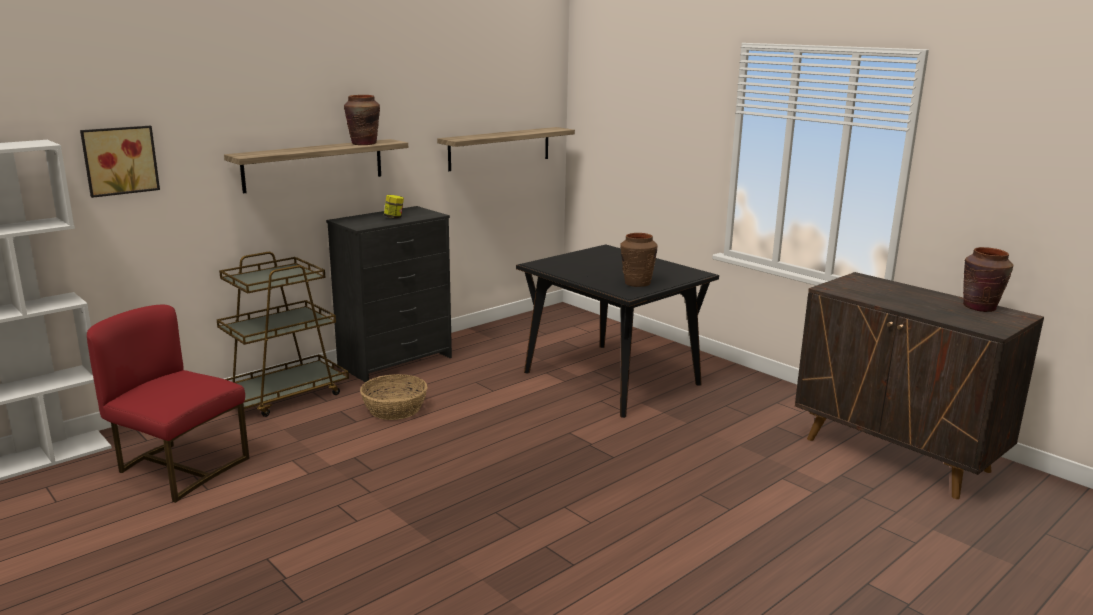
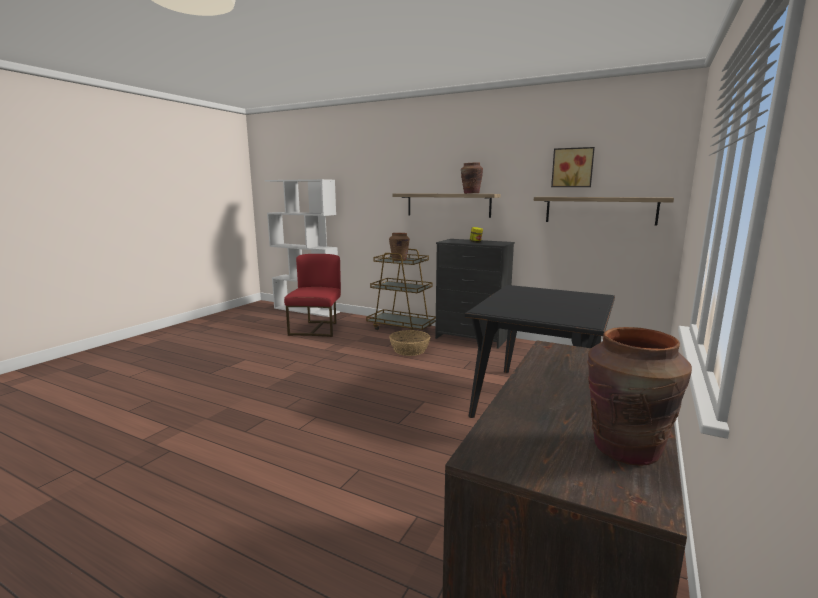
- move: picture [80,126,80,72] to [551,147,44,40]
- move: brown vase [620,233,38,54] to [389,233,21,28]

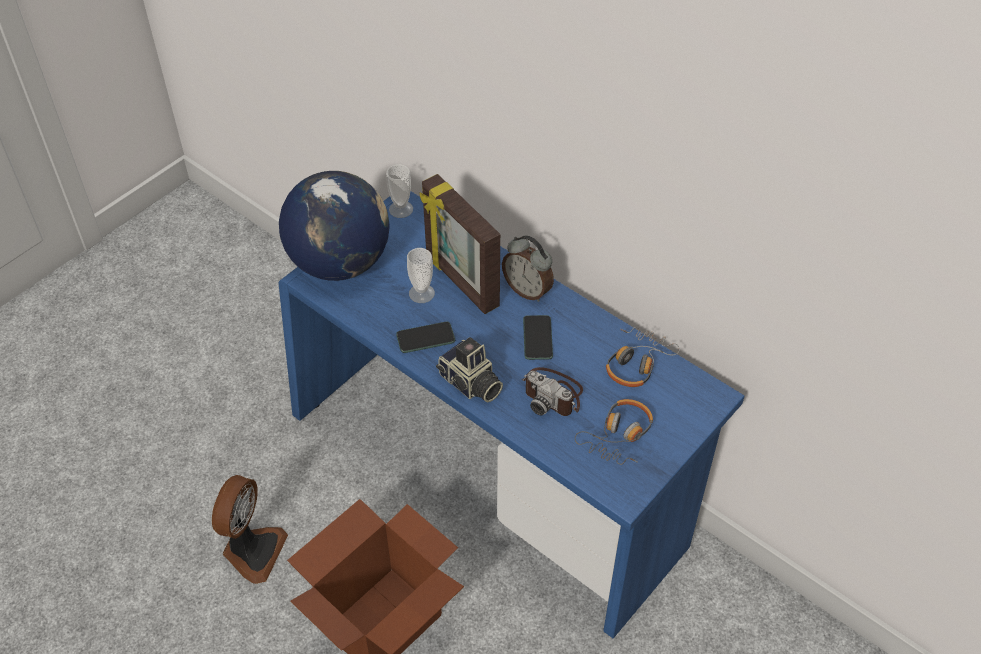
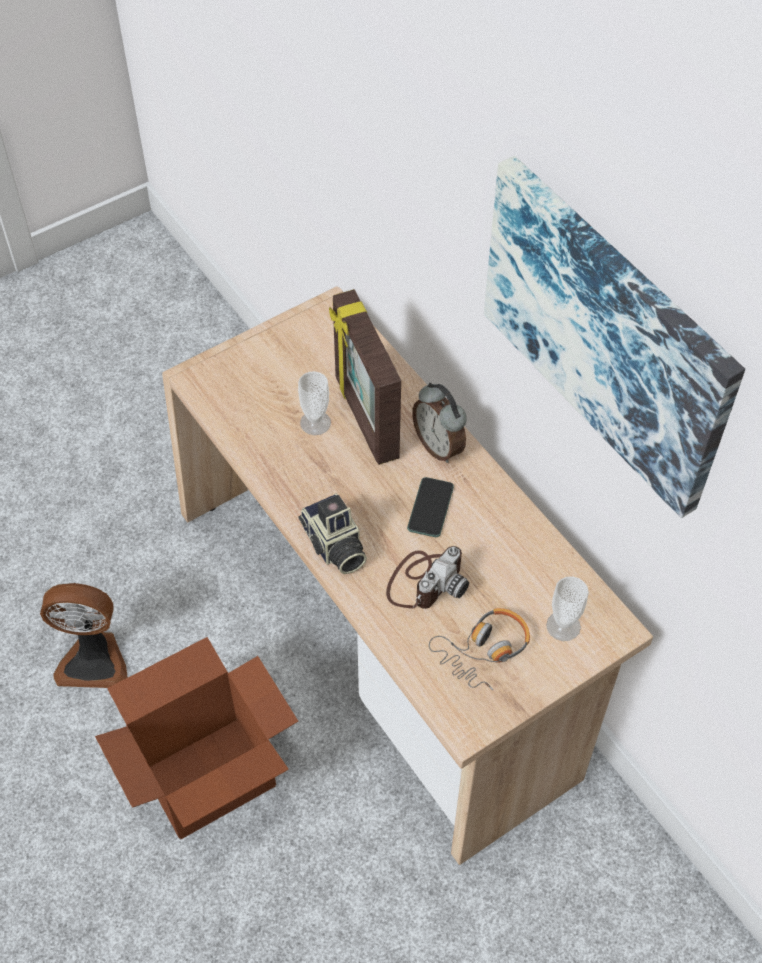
- delete: globe [279,171,110,110]
- delete: phone [396,321,59,32]
- delete: headphones [606,327,74,60]
- insert: picture [484,156,261,362]
- move: cup [386,164,27,54] to [546,576,43,65]
- recolor: blue desk [279,191,465,447] to beige desk [162,286,491,579]
- rotate: fan [212,475,76,109] = [40,583,88,105] 60 degrees clockwise
- rotate: photo camera [522,367,61,49] = [386,546,83,63] 105 degrees counterclockwise

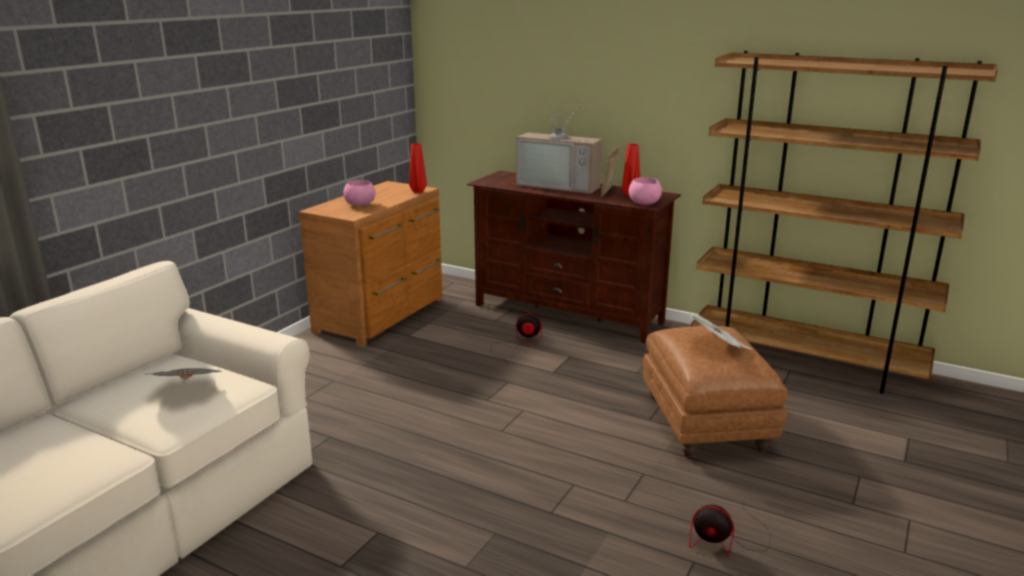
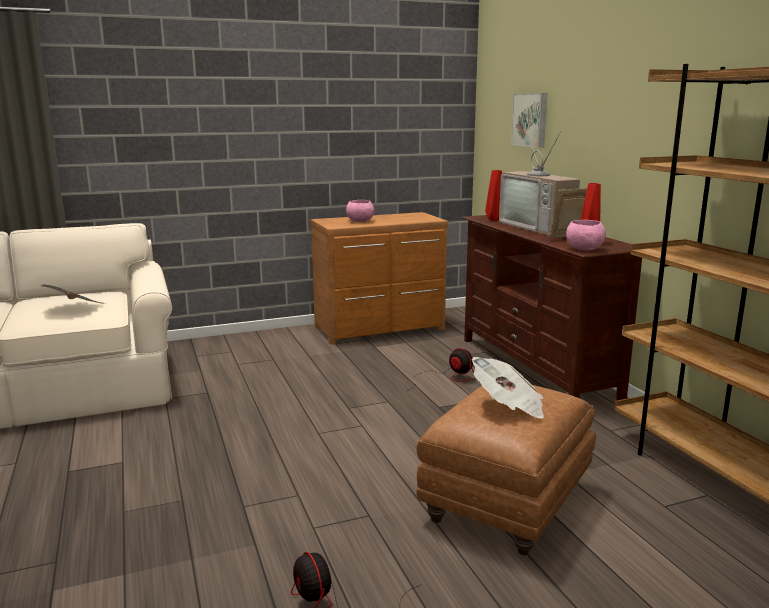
- insert: picture [511,93,36,55]
- move: red vase [409,143,18,50] to [485,170,17,51]

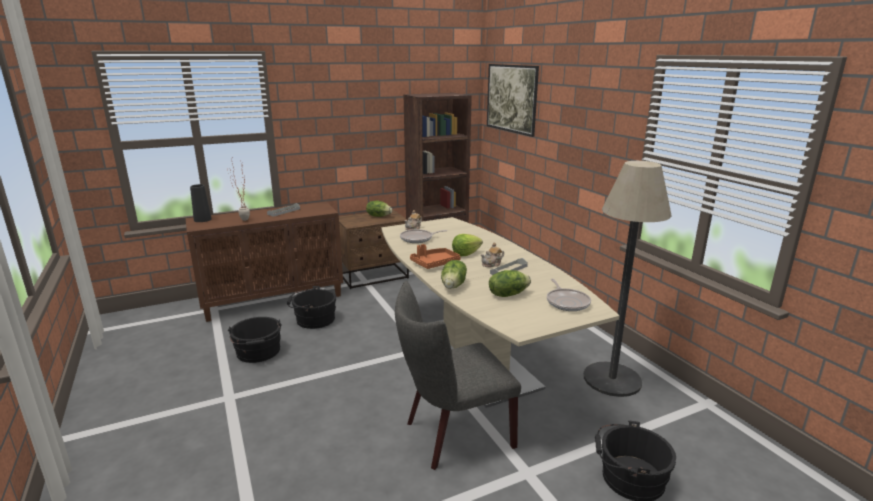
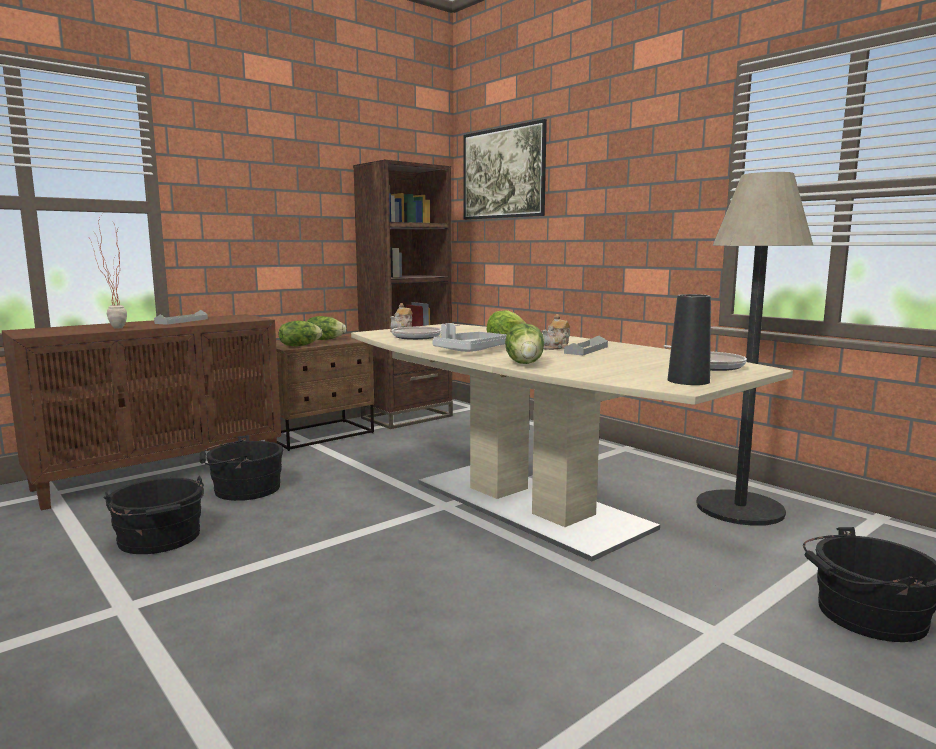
- delete: grey chair [395,281,126,189]
- move: black vase [190,184,22,38] to [668,294,43,91]
- move: lettuce [489,270,42,27] to [279,321,43,25]
- recolor: orange tray [410,244,51,25] to grey tray [432,323,75,29]

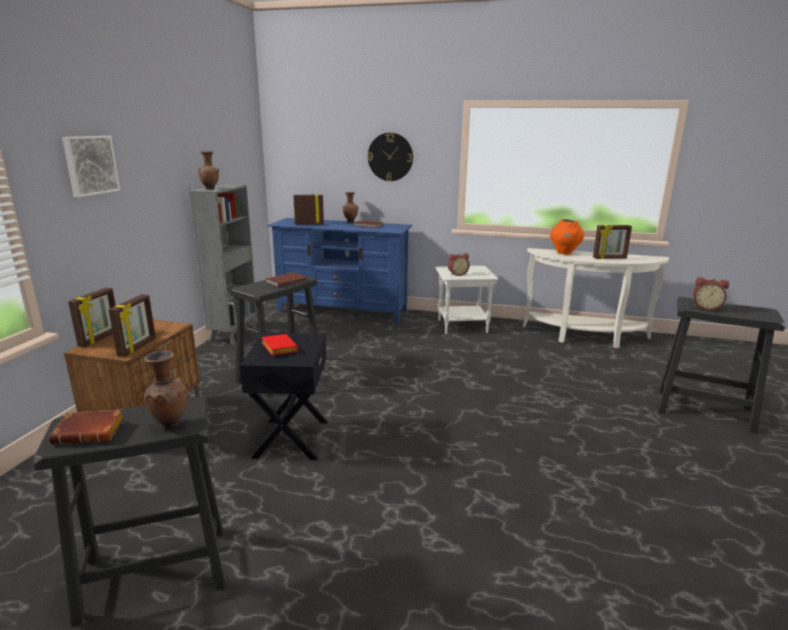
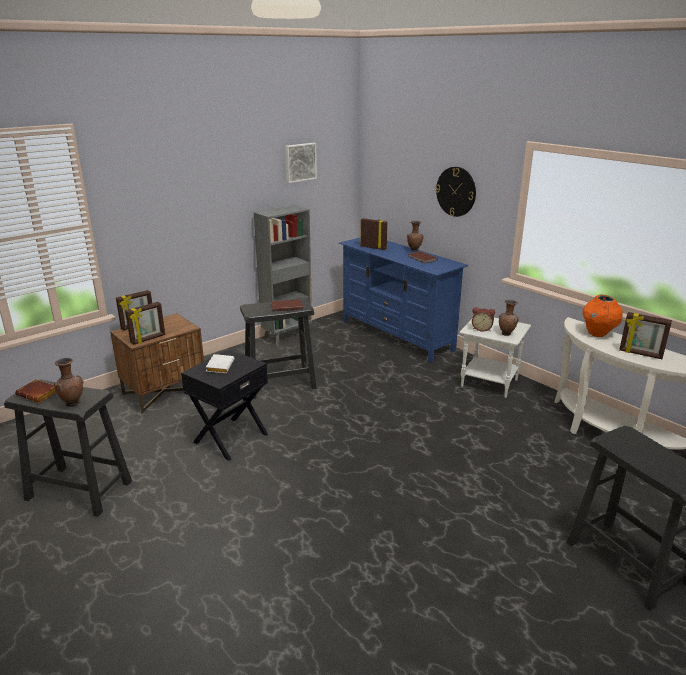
- delete: alarm clock [693,277,36,33]
- move: picture [62,136,58,61] to [285,143,32,40]
- move: brown vase [198,151,21,39] to [499,300,20,36]
- recolor: red book [261,334,38,21] to white book [206,354,28,19]

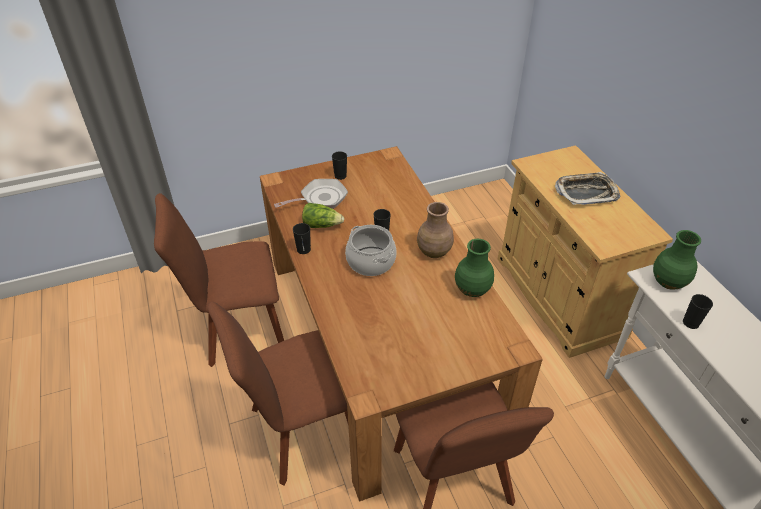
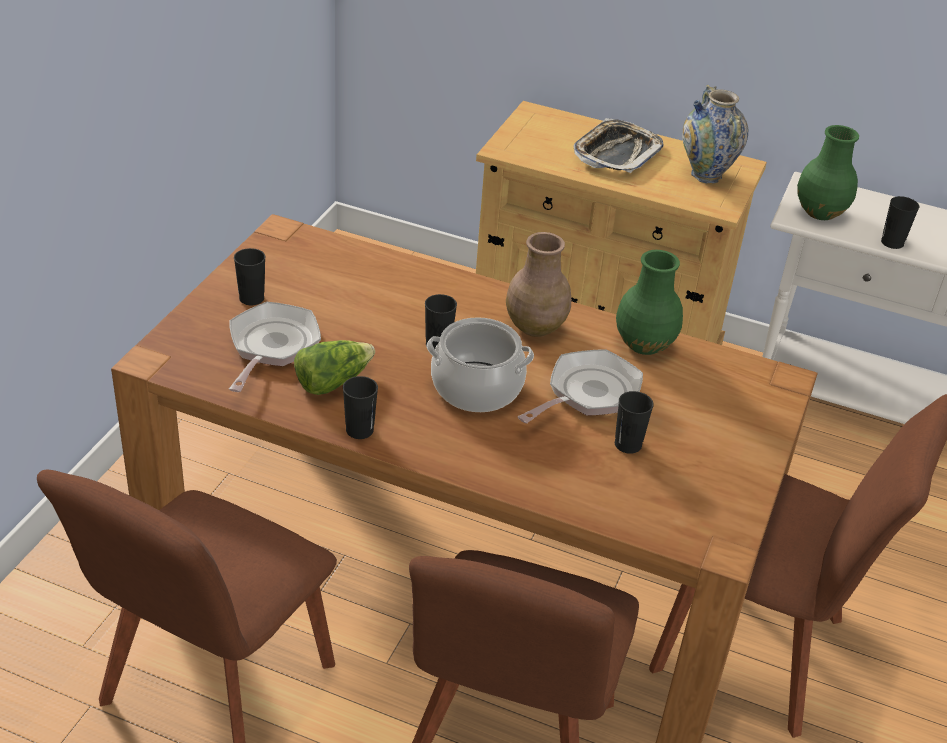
- insert: frying pan [518,349,125,74]
- insert: black cup [615,391,39,63]
- insert: vase [682,85,66,99]

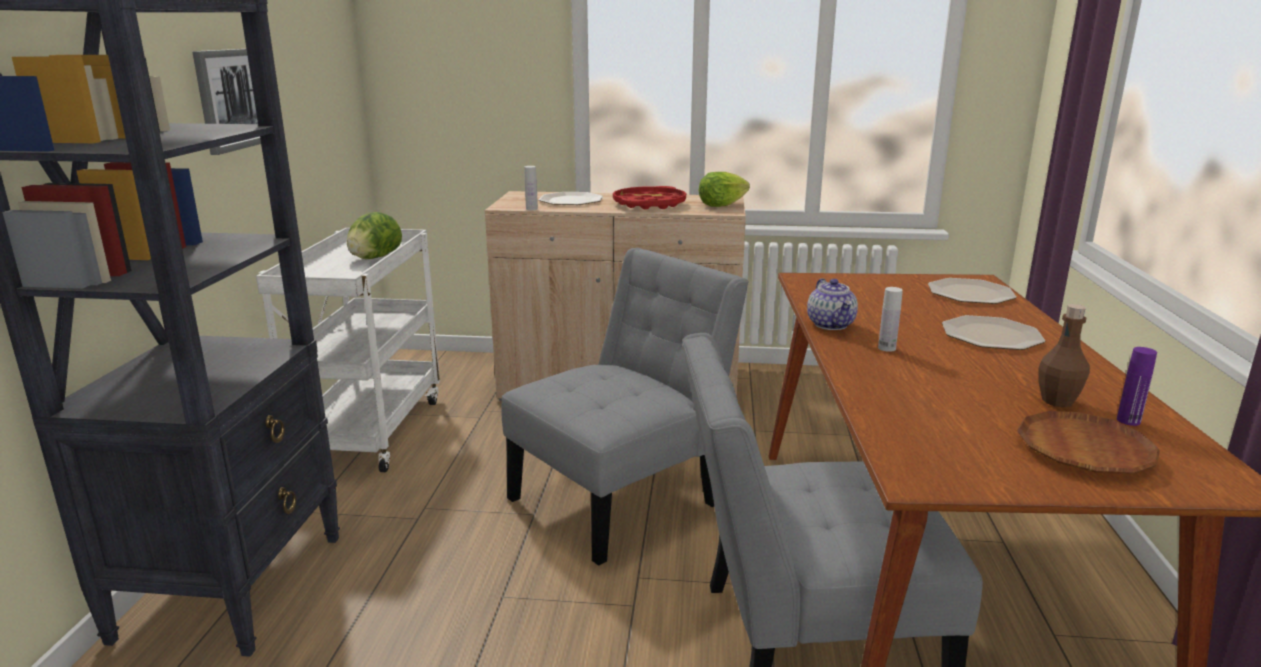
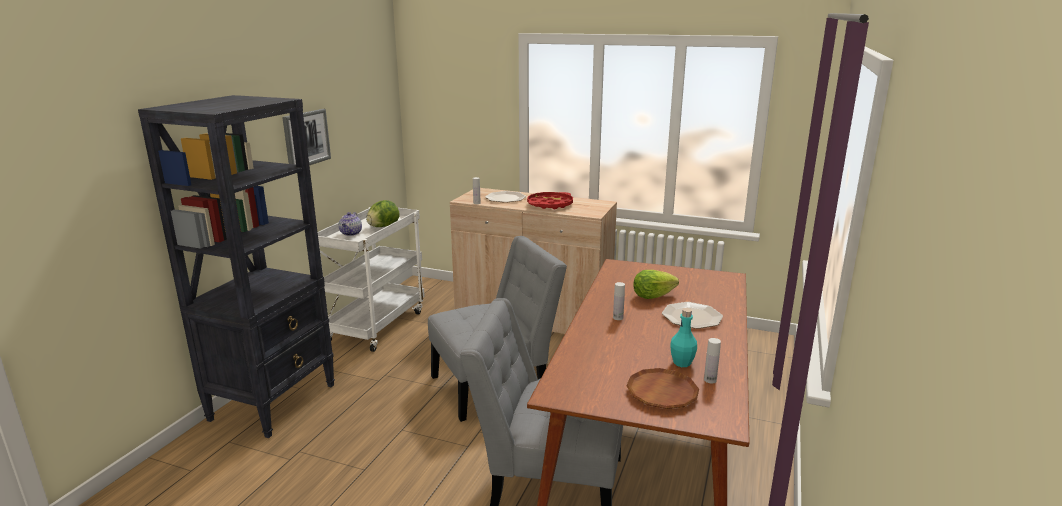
- delete: plate [928,278,88,26]
- move: lettuce [699,172,51,35] to [634,270,45,29]
- move: teapot [807,279,51,51] to [339,212,23,24]
- recolor: brown bottle [1038,304,52,104] to turquoise bottle [670,308,27,59]
- recolor: purple bottle [1117,347,40,79] to white bottle [704,338,17,46]

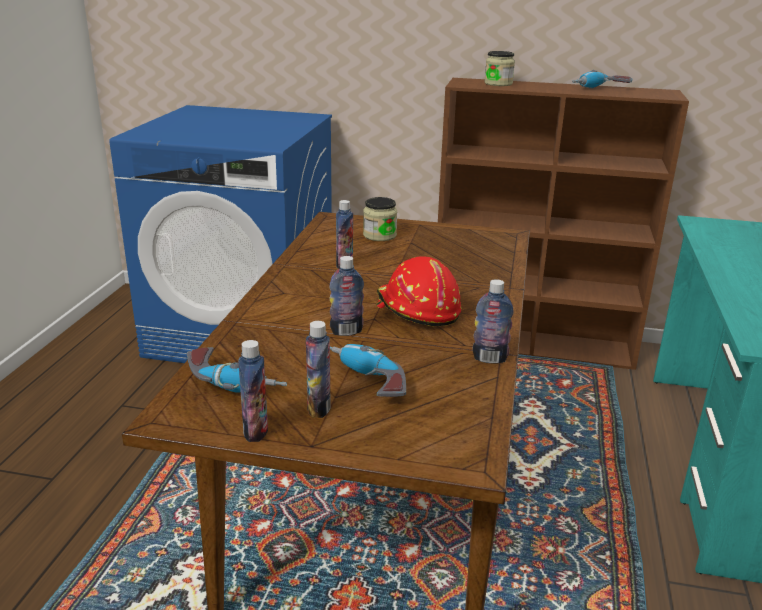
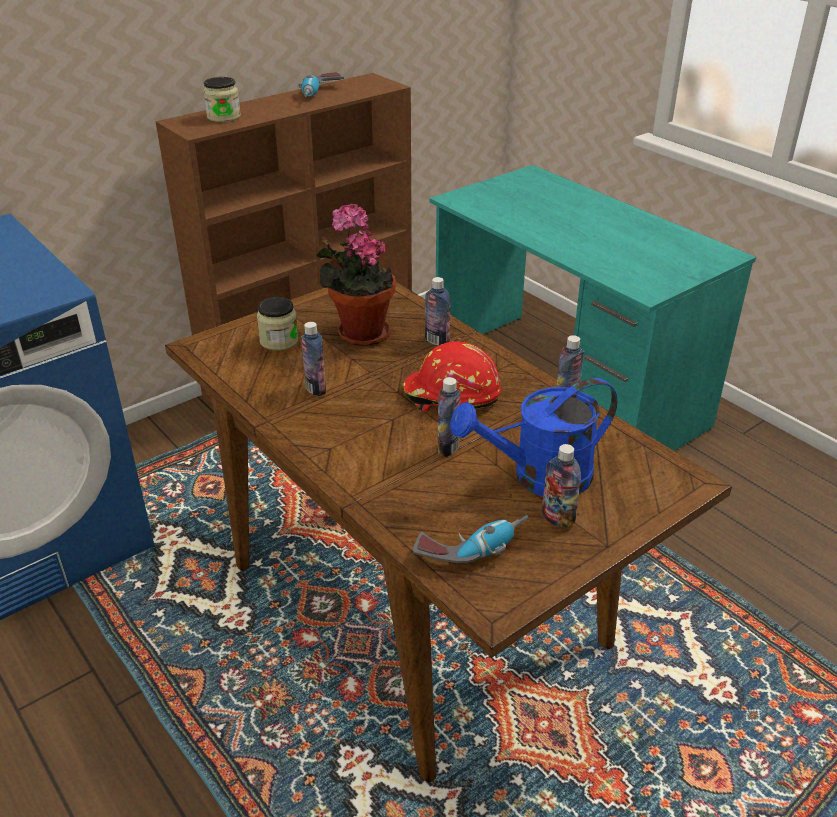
- insert: potted plant [316,204,80,142]
- move: bottle [238,340,30,102] to [425,277,26,69]
- replace: power drill [330,344,76,53] to blue watering can [450,378,167,119]

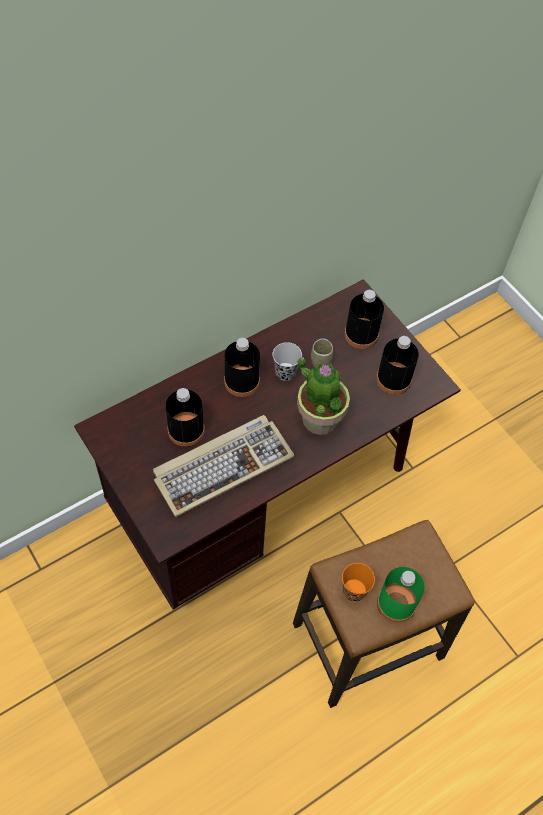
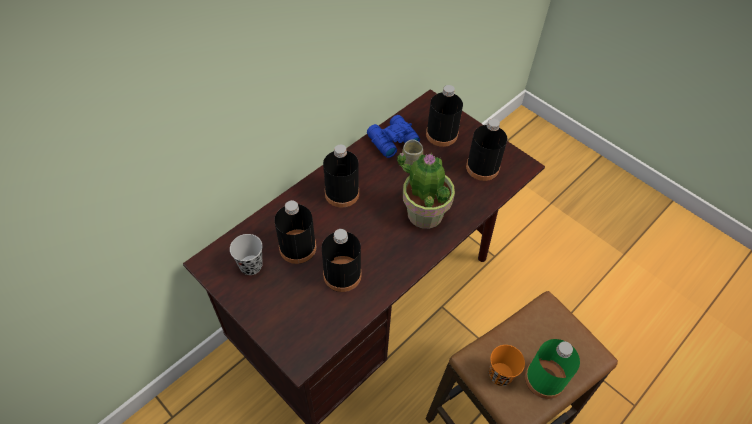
- insert: blue binoculars [367,115,53,43]
- move: black cup [273,342,29,39] to [230,234,33,41]
- replace: keyboard [153,415,142,102] to black bottle [322,229,39,63]

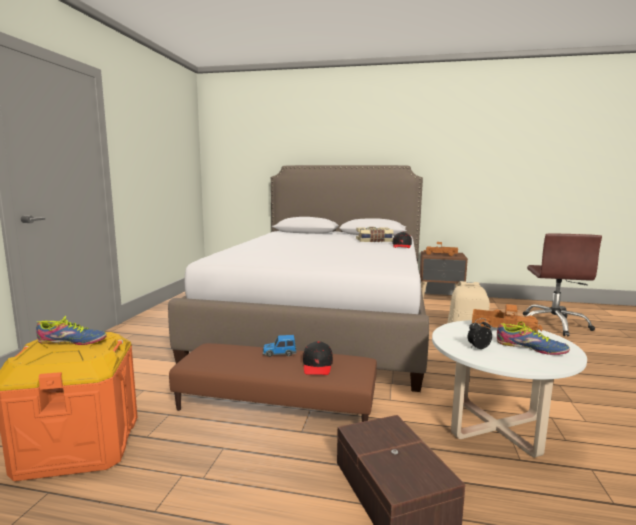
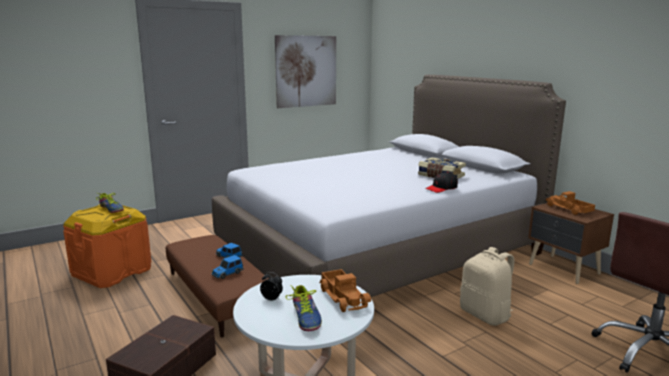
- insert: picture [275,35,61,73]
- replace: black cap [303,341,30,34] to toy car [211,255,33,24]

